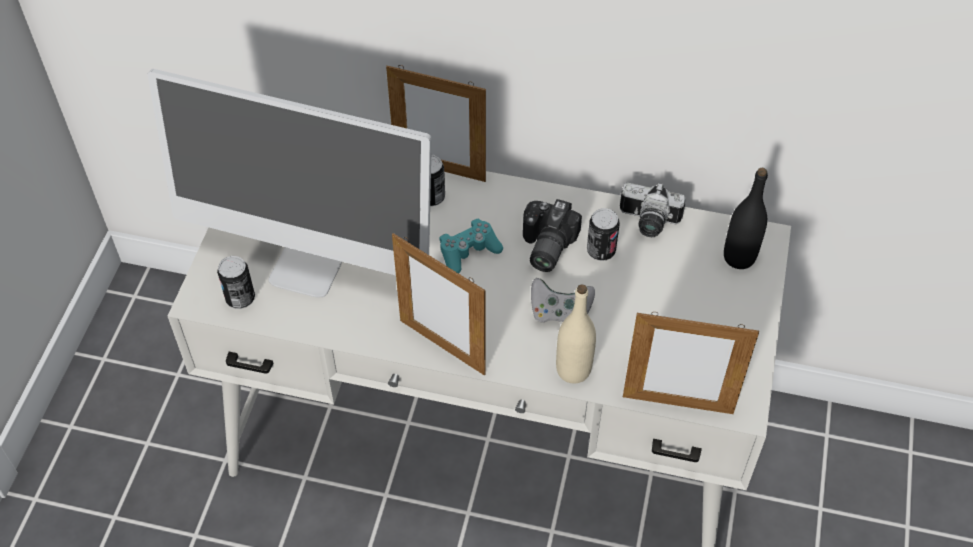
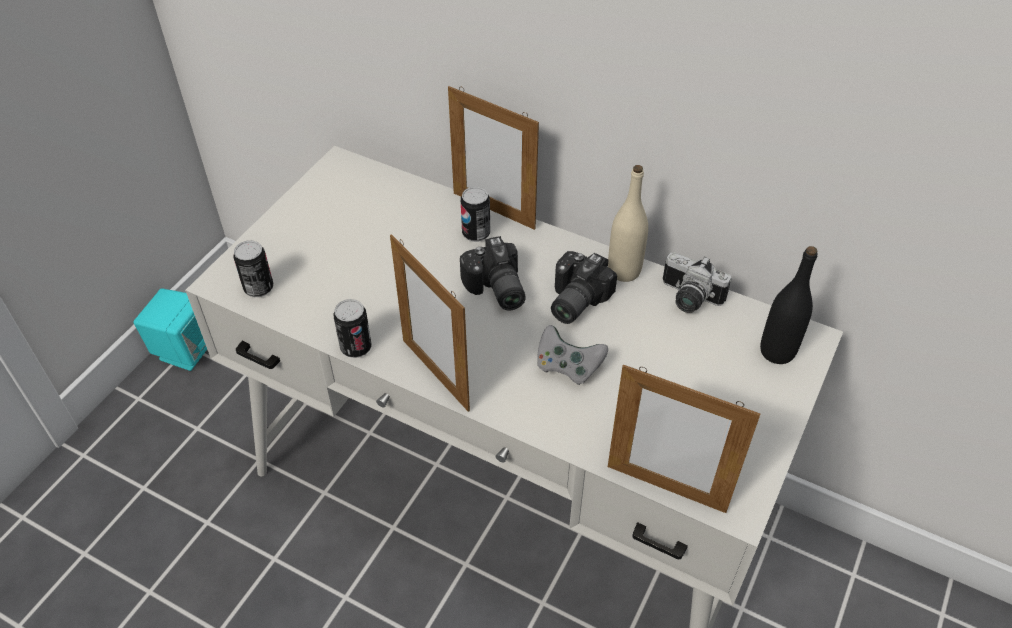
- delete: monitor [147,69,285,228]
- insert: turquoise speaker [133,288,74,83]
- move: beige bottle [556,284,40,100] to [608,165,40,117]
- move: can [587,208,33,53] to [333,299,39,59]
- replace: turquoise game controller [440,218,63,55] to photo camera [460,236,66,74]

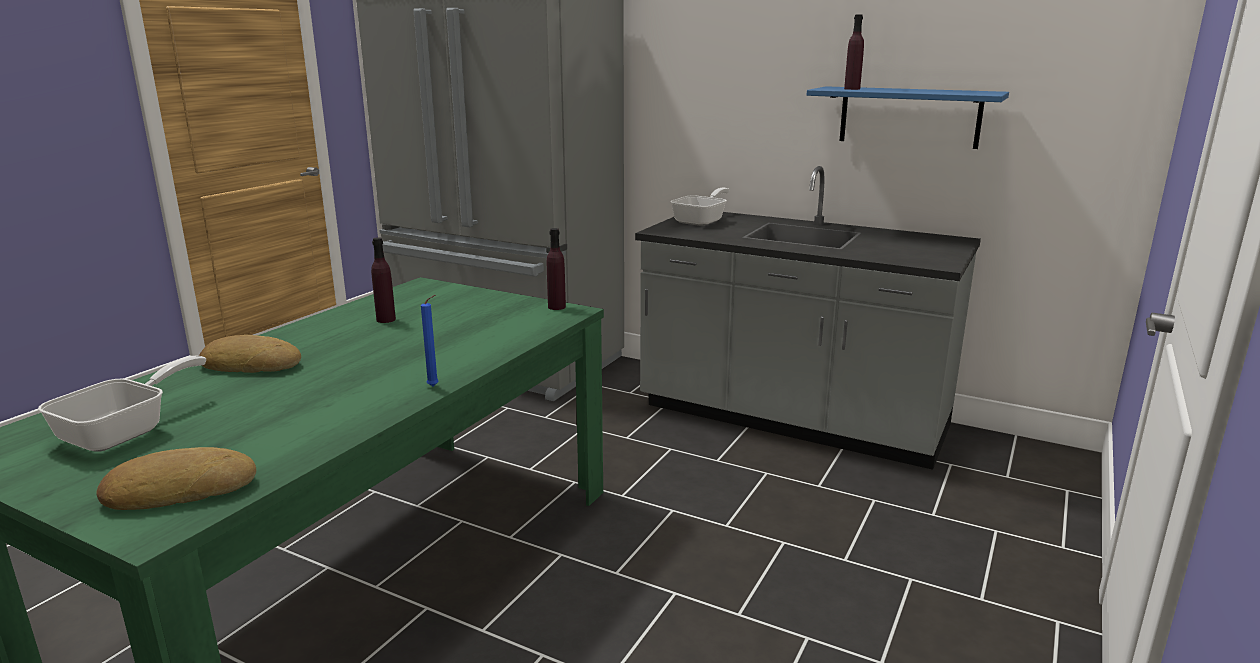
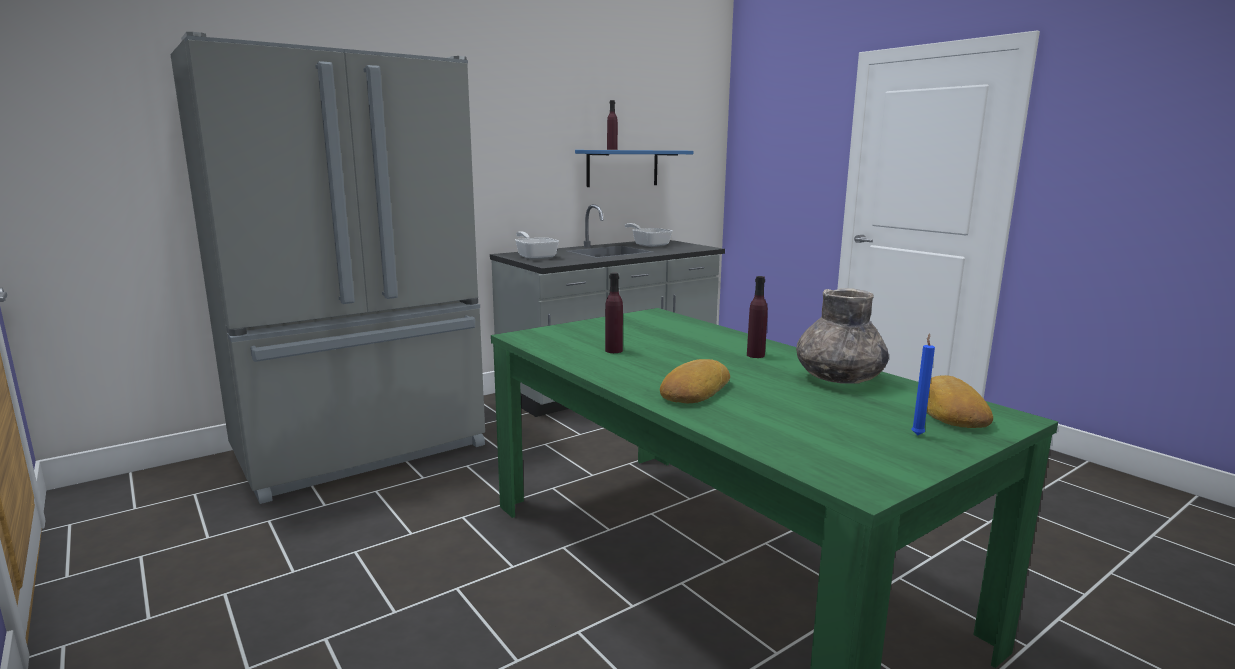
- insert: grey vase [796,288,93,96]
- move: frying pan [38,356,168,96] to [625,223,47,24]
- move: blue candle [421,295,18,91] to [911,333,24,103]
- move: purple bottle [547,228,19,82] to [747,276,21,82]

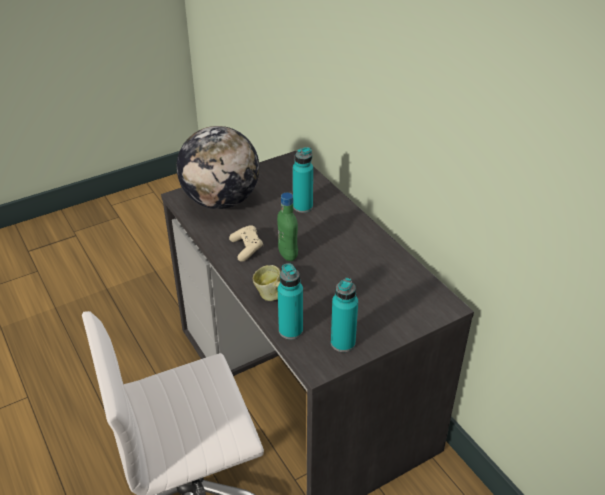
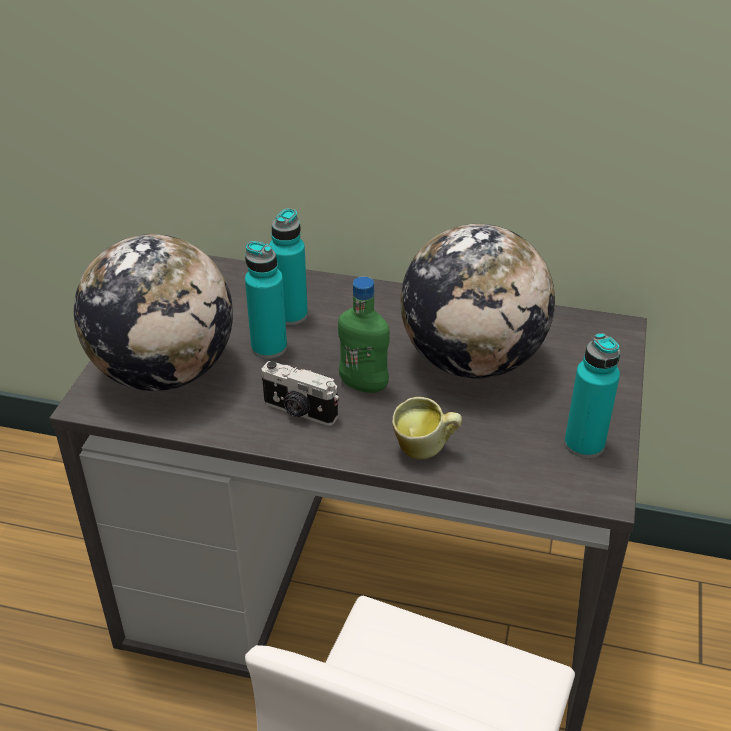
- insert: globe [400,224,155,155]
- move: turquoise bottle [278,263,25,76] to [245,241,42,118]
- replace: beige game controller [229,225,34,37] to photo camera [261,361,78,65]

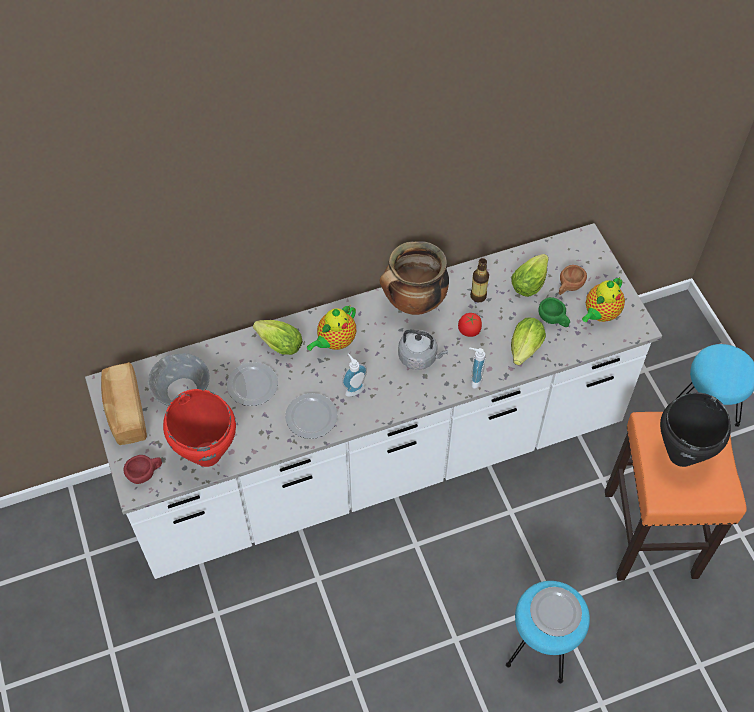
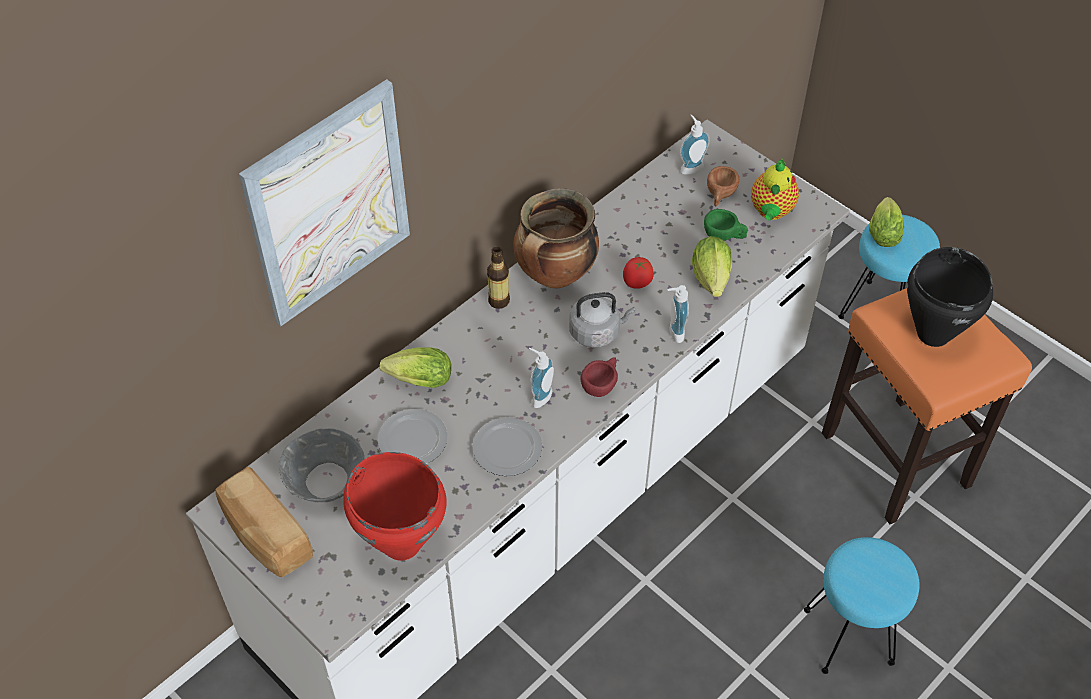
- delete: teapot [307,304,49,47]
- delete: plate [530,587,52,50]
- insert: picture [239,79,171,247]
- insert: soap dispenser [680,115,30,60]
- move: red cup [124,455,38,29] to [581,357,37,40]
- move: bottle [470,258,19,45] to [487,247,23,62]
- move: lettuce [511,254,38,43] to [869,197,35,50]

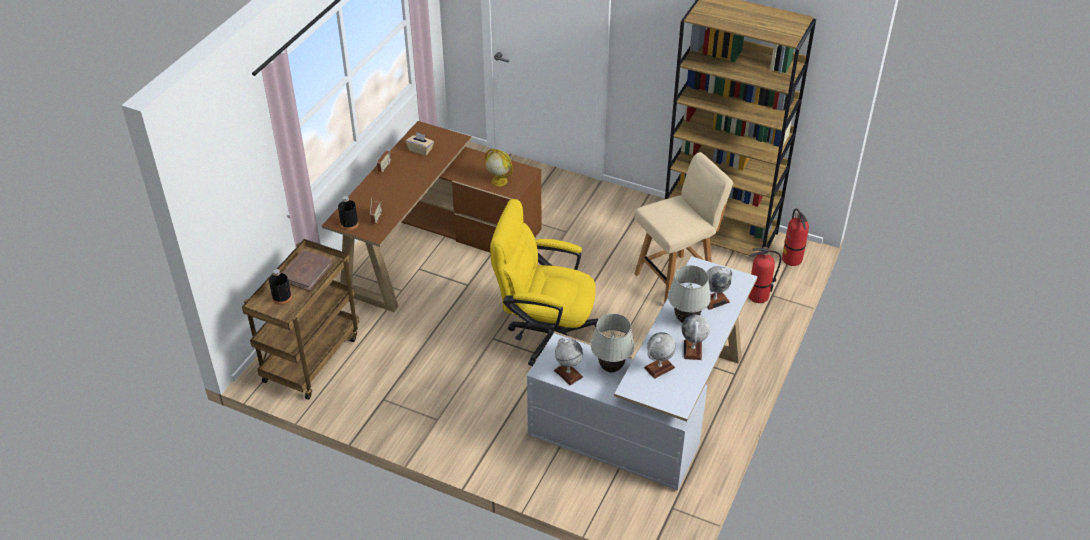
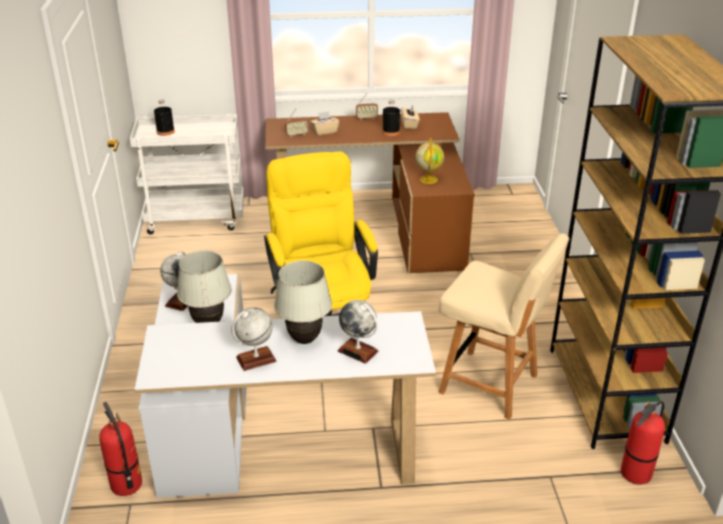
- delete: brown book [282,250,51,41]
- delete: globe [644,332,32,47]
- insert: beige tissue box [310,111,29,25]
- move: black bottle [338,196,21,34] to [382,99,18,37]
- move: fire extinguisher [749,247,32,56] to [99,402,43,94]
- recolor: brown cart [242,239,117,161] to white cart [130,114,114,121]

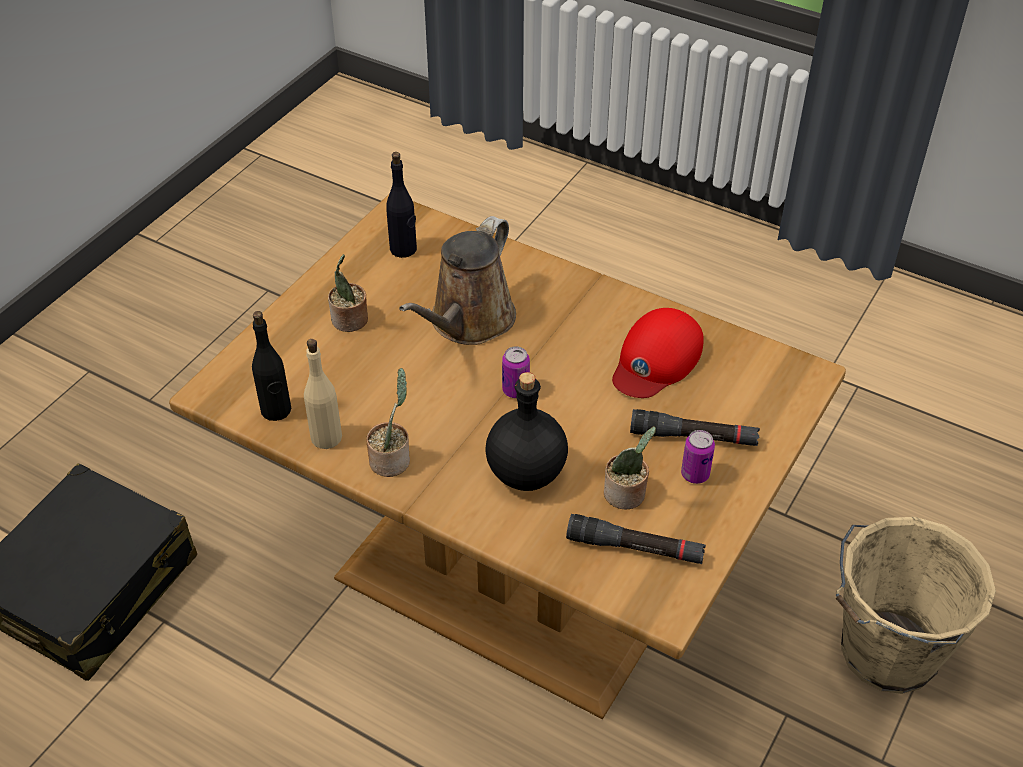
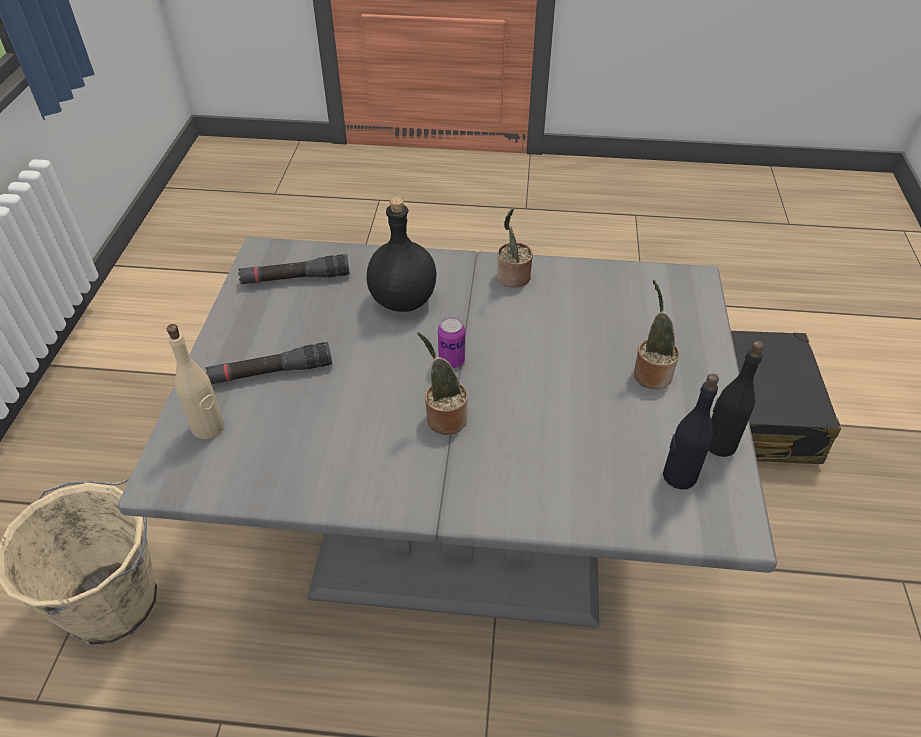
- delete: brown watering can [399,216,117,129]
- delete: red cap [612,308,92,90]
- delete: can [681,430,34,54]
- move: black bottle [252,311,39,110] to [708,341,56,116]
- move: beige bottle [304,339,38,110] to [167,324,57,115]
- move: potted plant [604,426,52,83] to [417,332,51,103]
- recolor: brown dining table [169,194,677,525] to grey dining table [118,237,659,391]

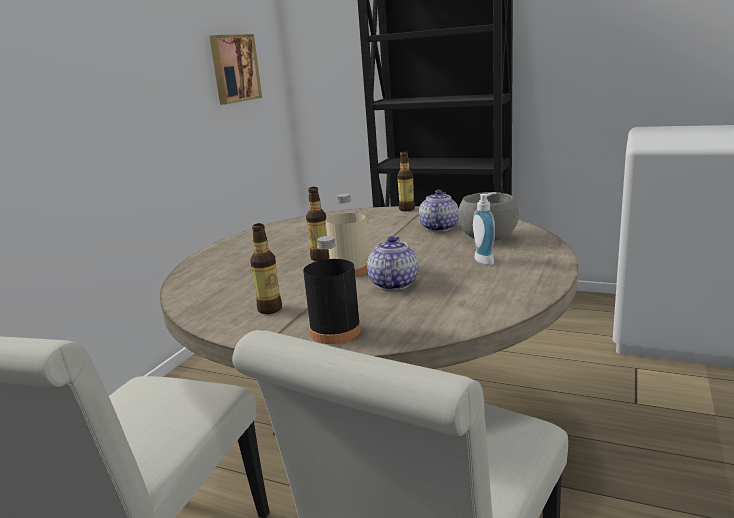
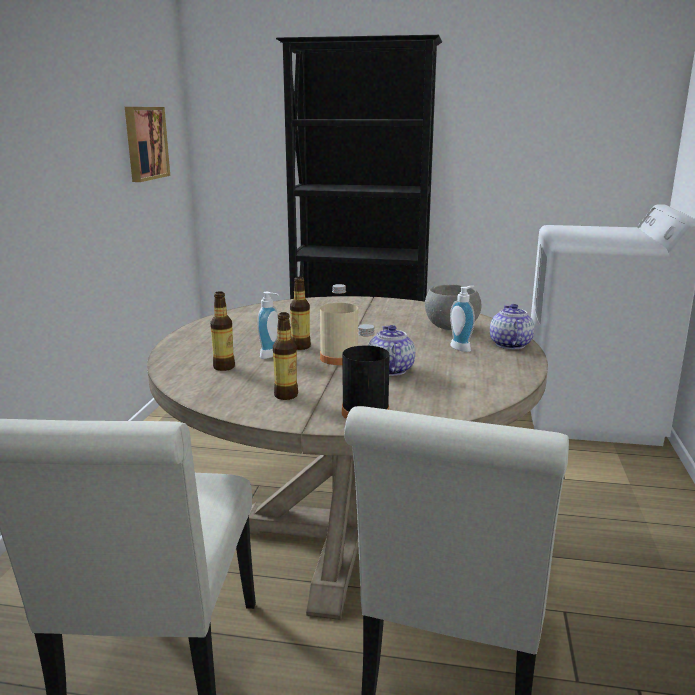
- insert: soap dispenser [257,292,22,67]
- move: bottle [397,152,18,59] to [210,291,25,80]
- move: teapot [419,190,40,42] to [490,304,45,45]

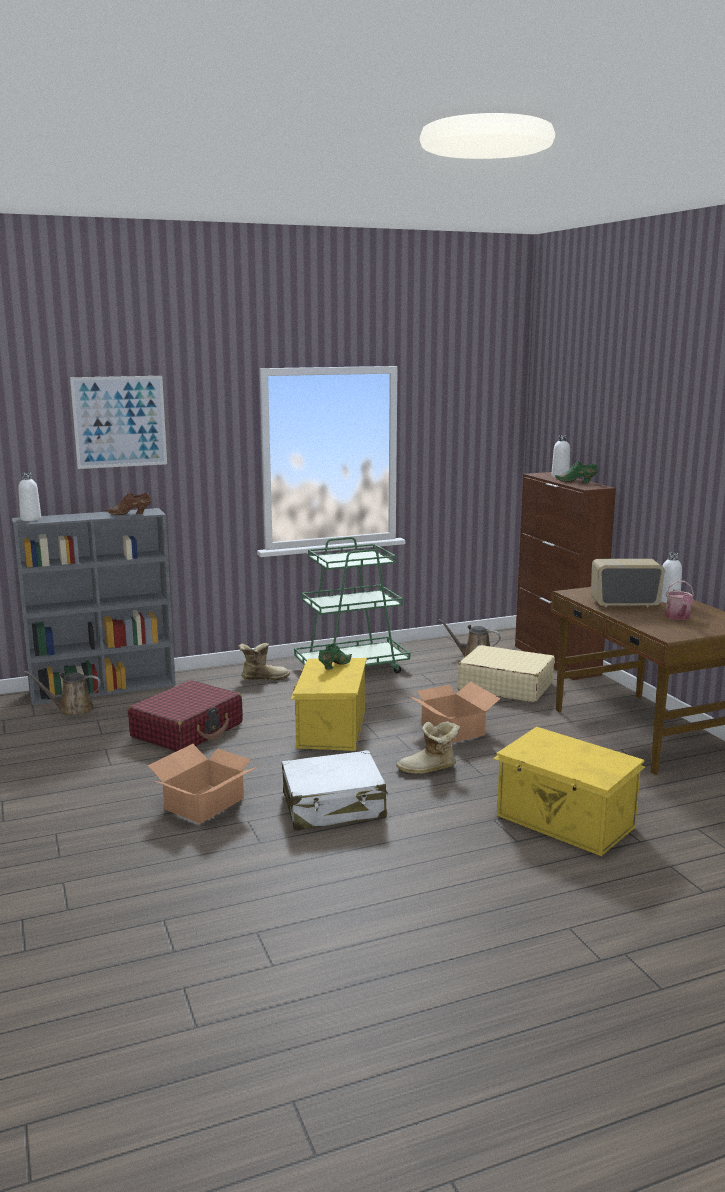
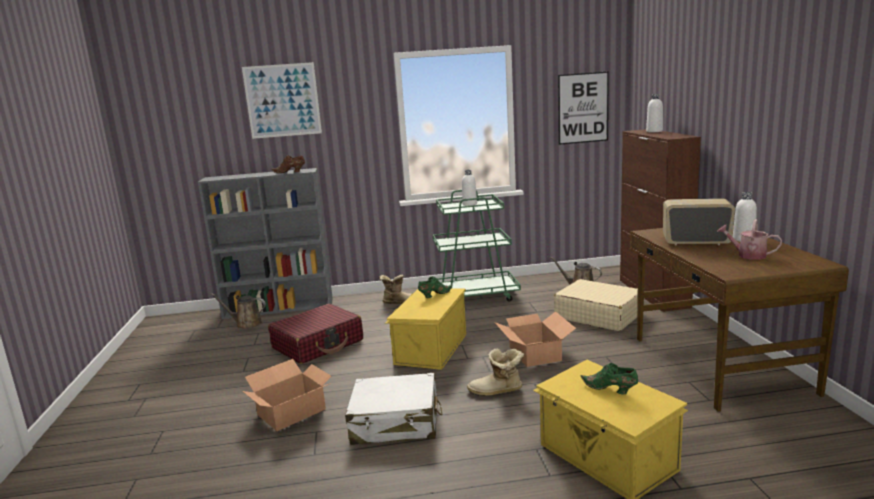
- insert: picture [558,71,51,74]
- move: white bottle [18,473,23,48] to [462,170,15,36]
- move: green shoe [555,462,43,21] to [580,363,58,31]
- rotate: watering can [665,581,29,39] = [717,219,65,41] 105 degrees clockwise

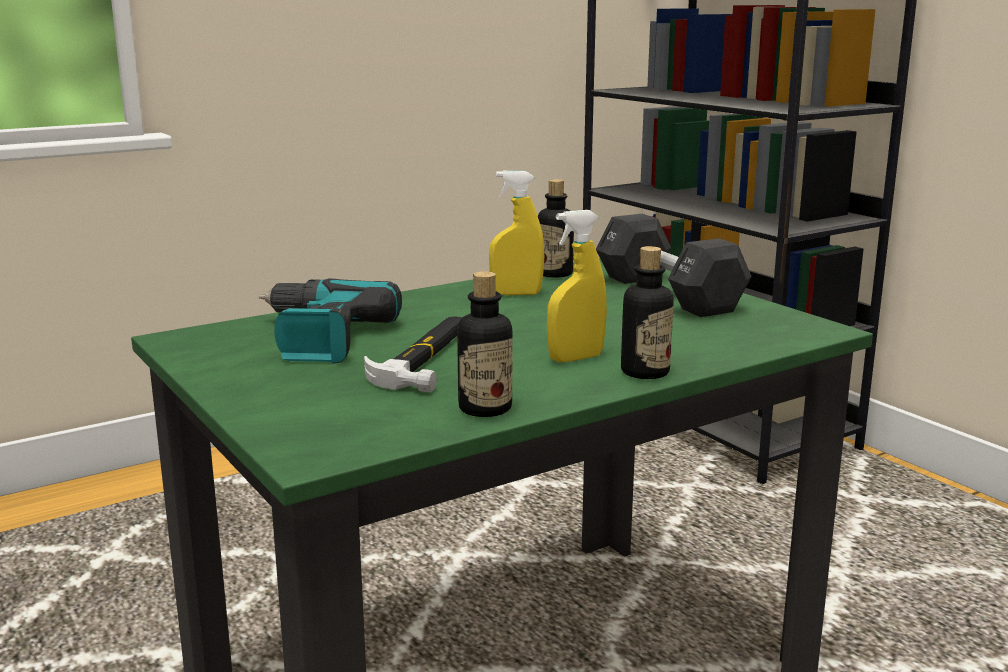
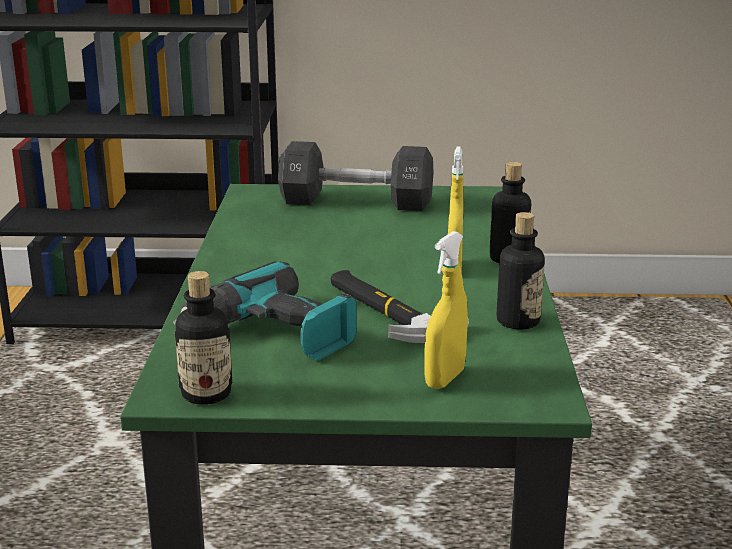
- move: yellow spray bottle [489,171,55,124] to [424,231,44,158]
- move: bottle [538,179,36,99] to [175,271,57,134]

